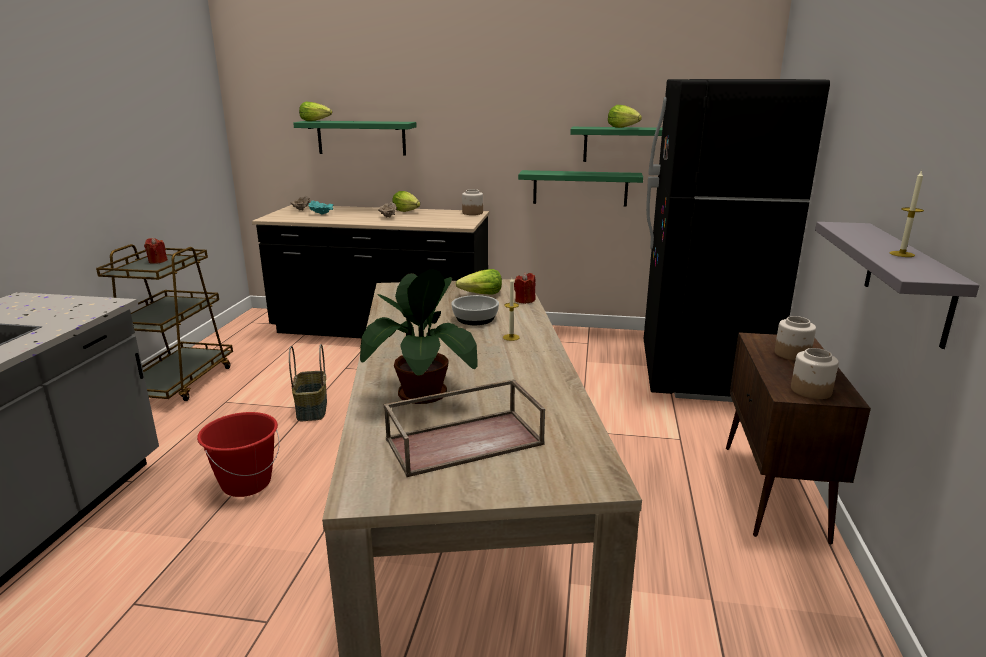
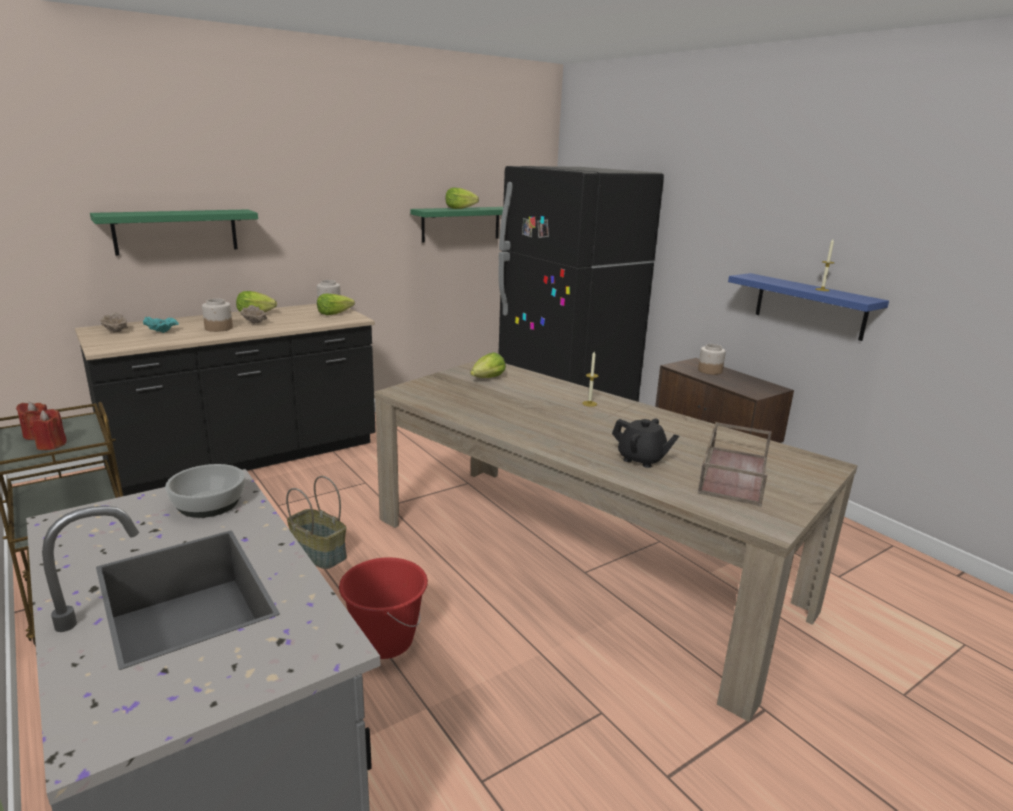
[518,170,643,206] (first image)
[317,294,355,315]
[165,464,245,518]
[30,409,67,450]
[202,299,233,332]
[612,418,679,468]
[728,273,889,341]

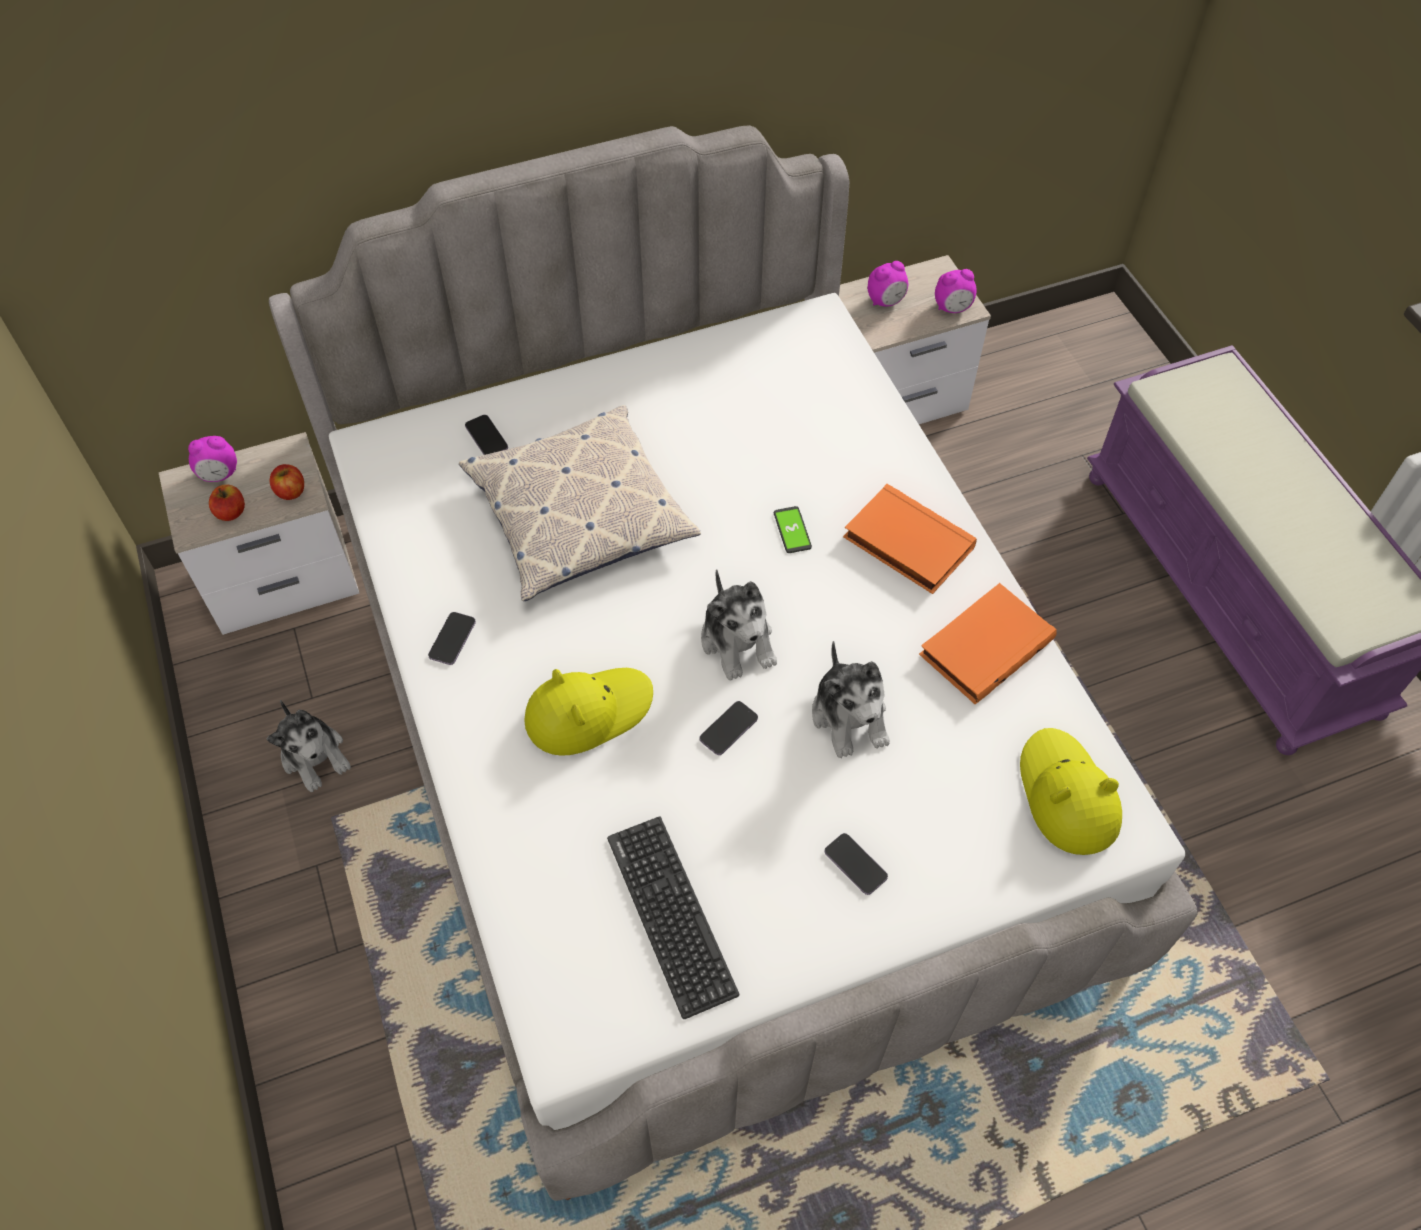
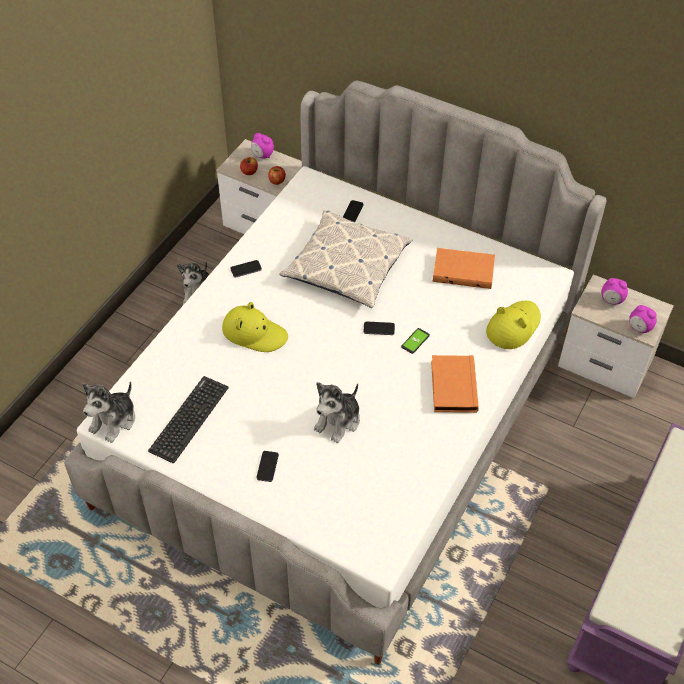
[364,322,395,335]
[83,381,135,443]
[433,248,495,289]
[486,301,541,349]

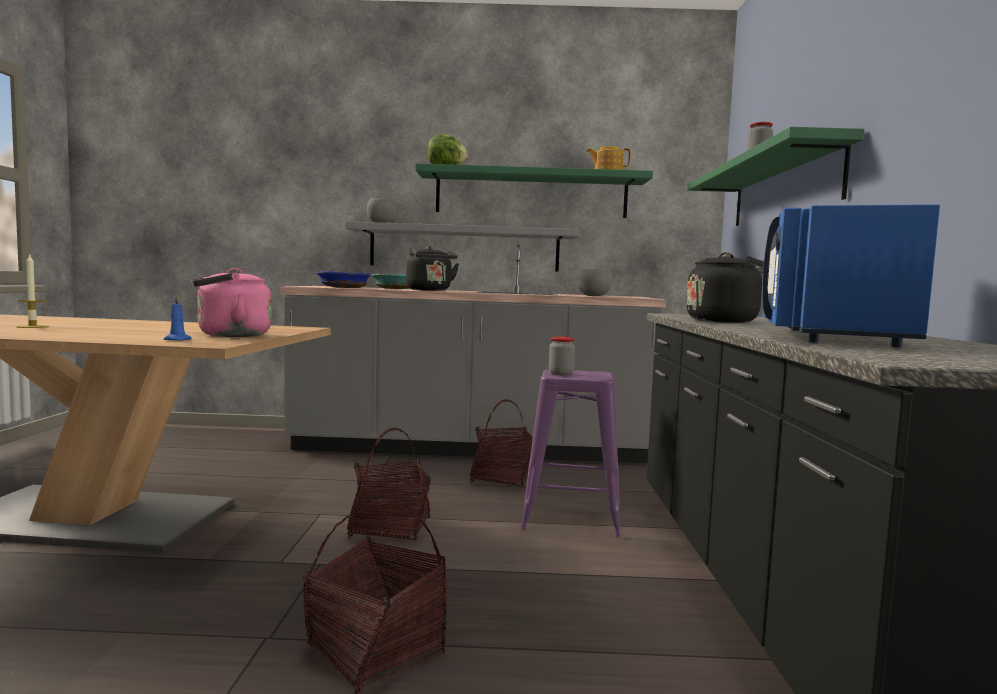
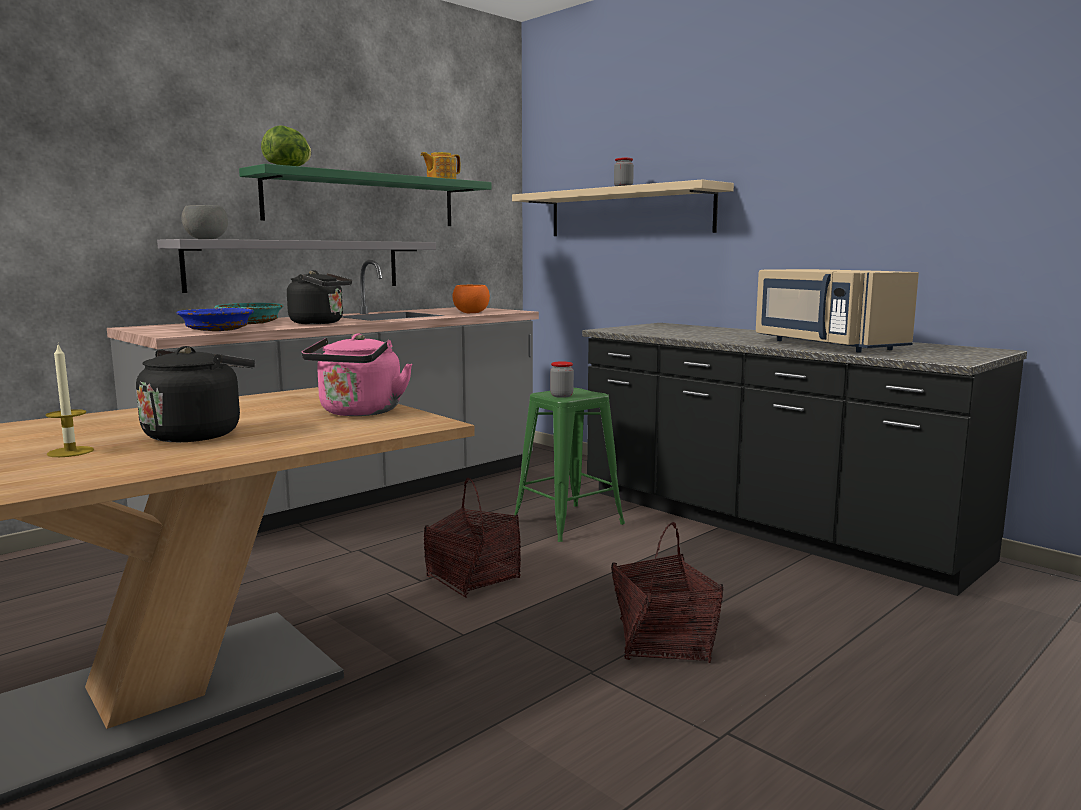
[163,294,192,341] (first image)
[470,399,533,487] (first image)
[136,346,255,442]
[514,388,625,542]
[453,285,490,313]
[512,179,734,236]
[756,269,919,352]

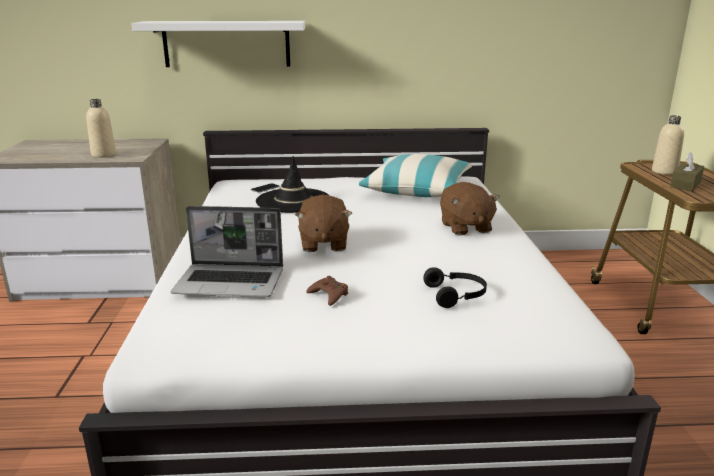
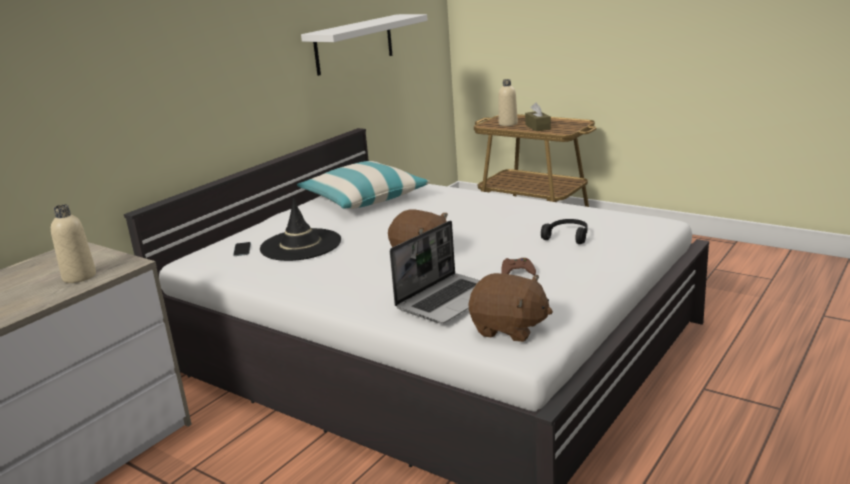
[301,14,428,76]
[468,273,553,342]

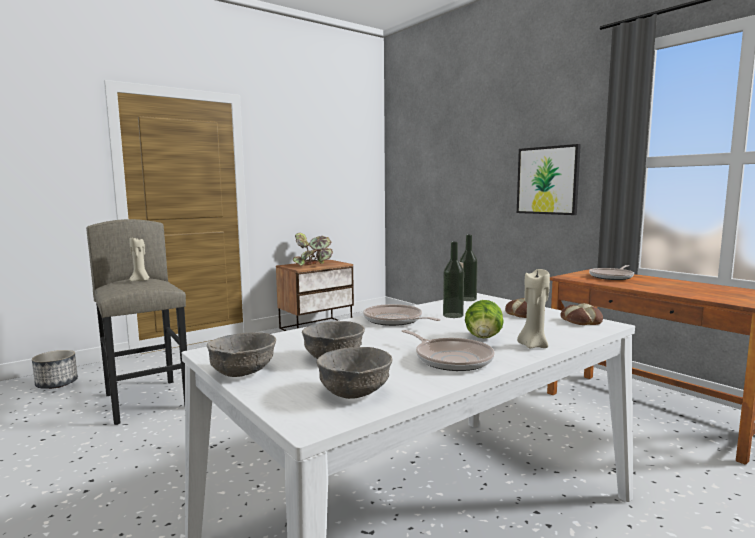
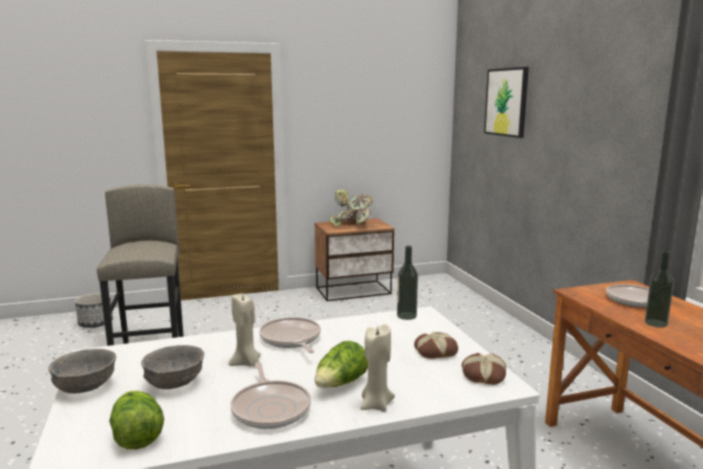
[229,293,261,367]
[645,251,674,328]
[484,67,529,138]
[109,390,164,449]

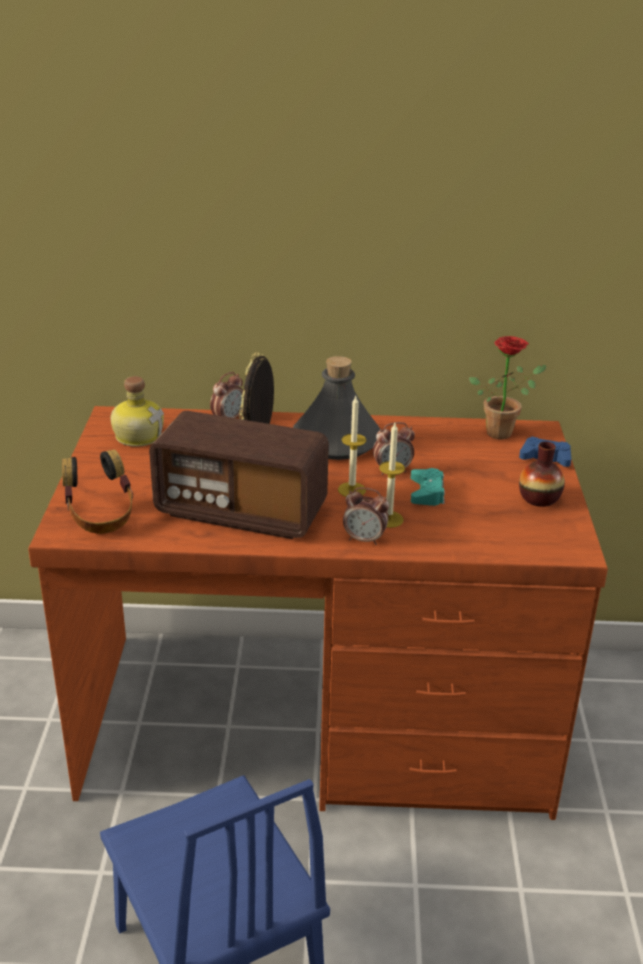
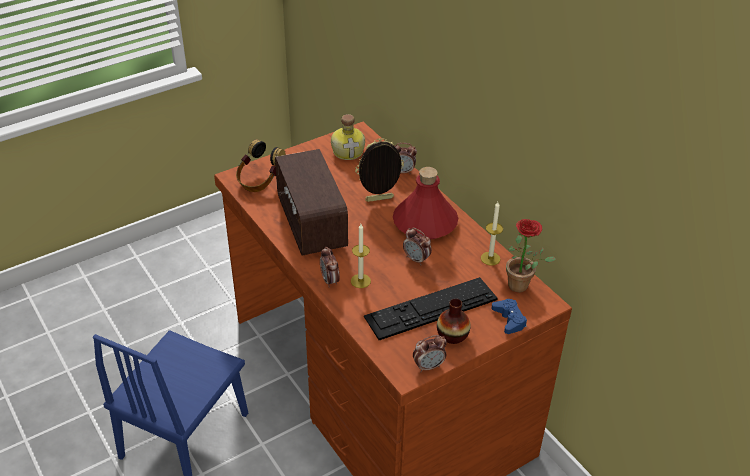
[411,468,445,506] (first image)
[364,277,498,340]
[413,335,447,372]
[481,202,503,266]
[393,167,458,239]

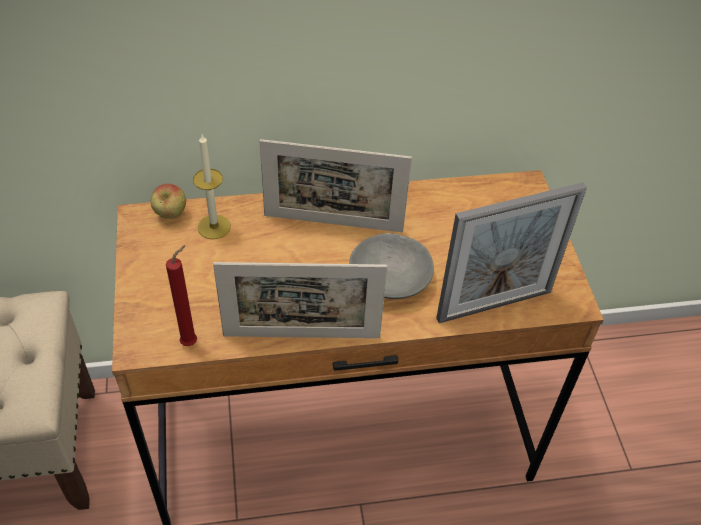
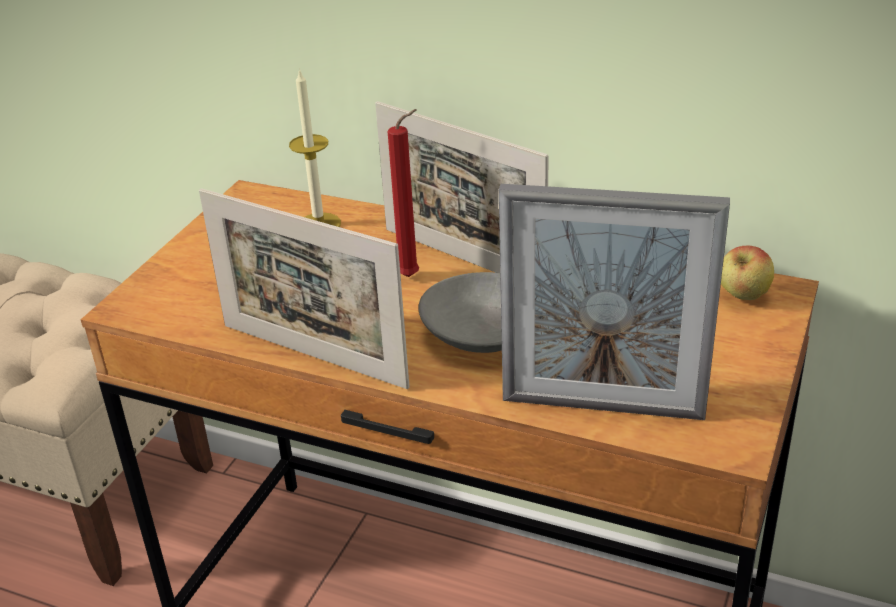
[721,246,774,300]
[388,109,419,277]

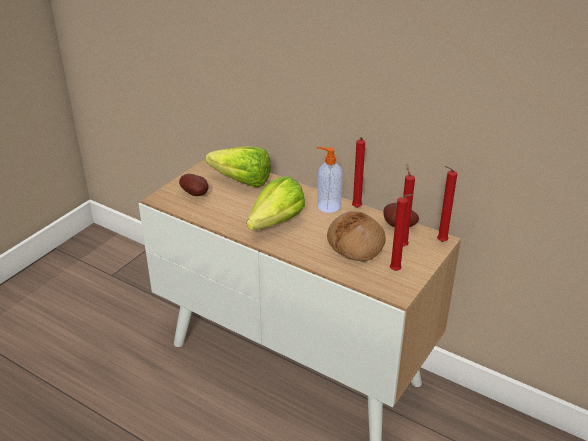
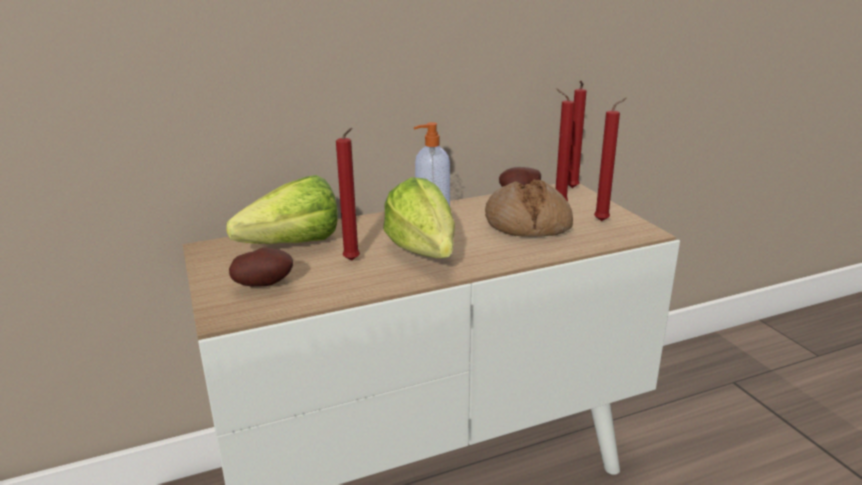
[336,128,360,261]

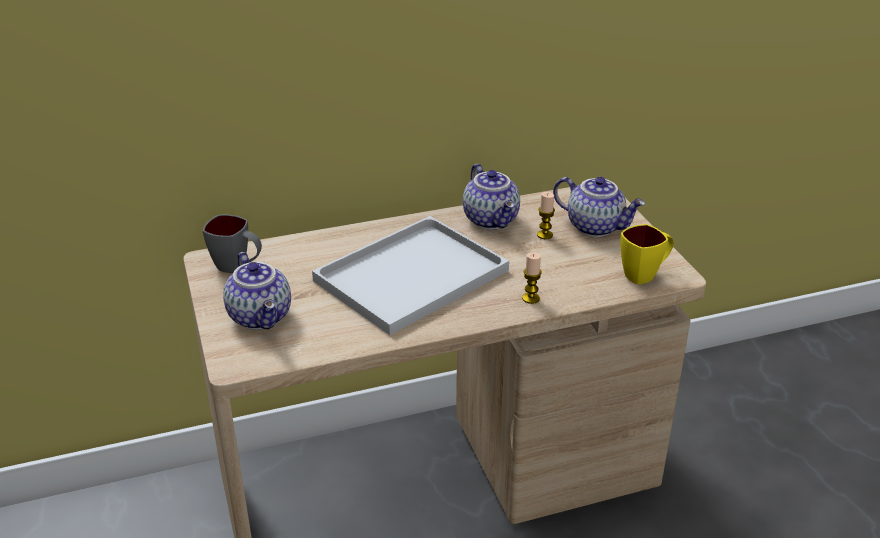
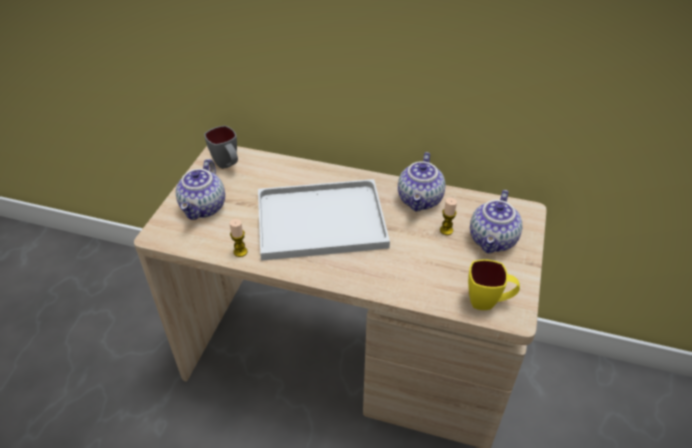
[229,219,247,257]
[470,190,522,253]

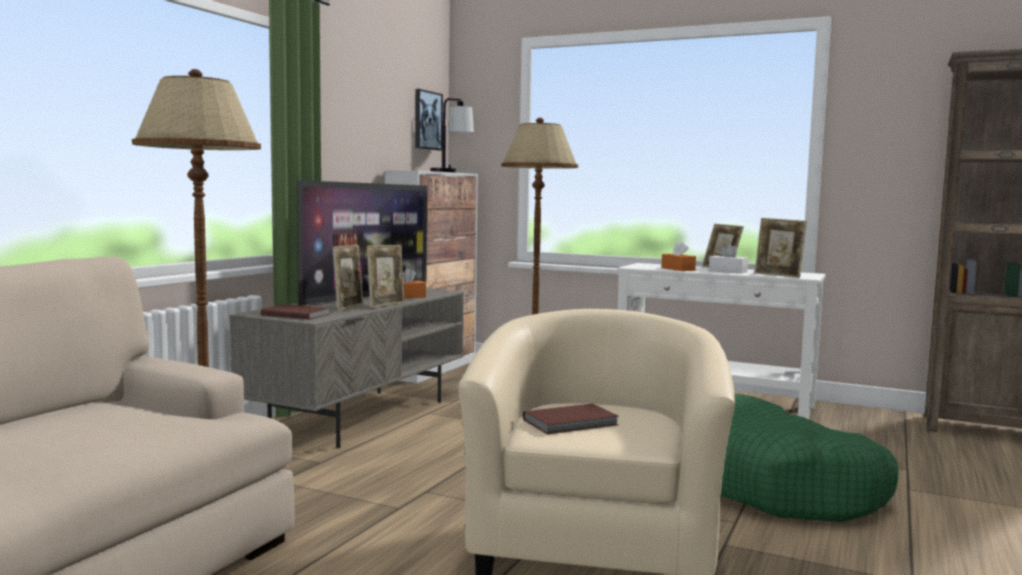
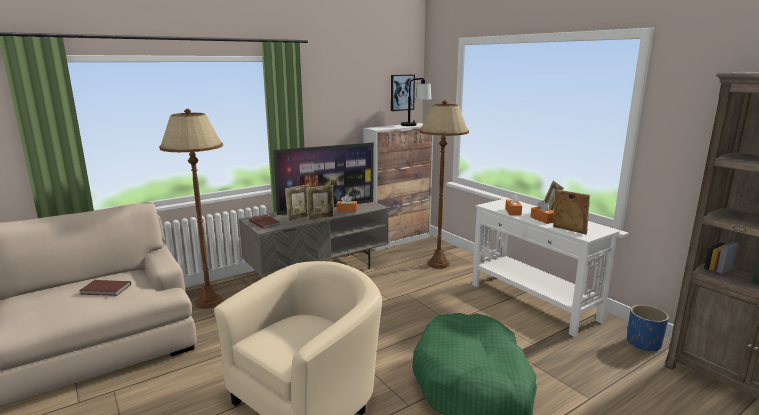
[627,305,669,352]
[79,280,131,296]
[530,200,554,224]
[553,189,590,235]

